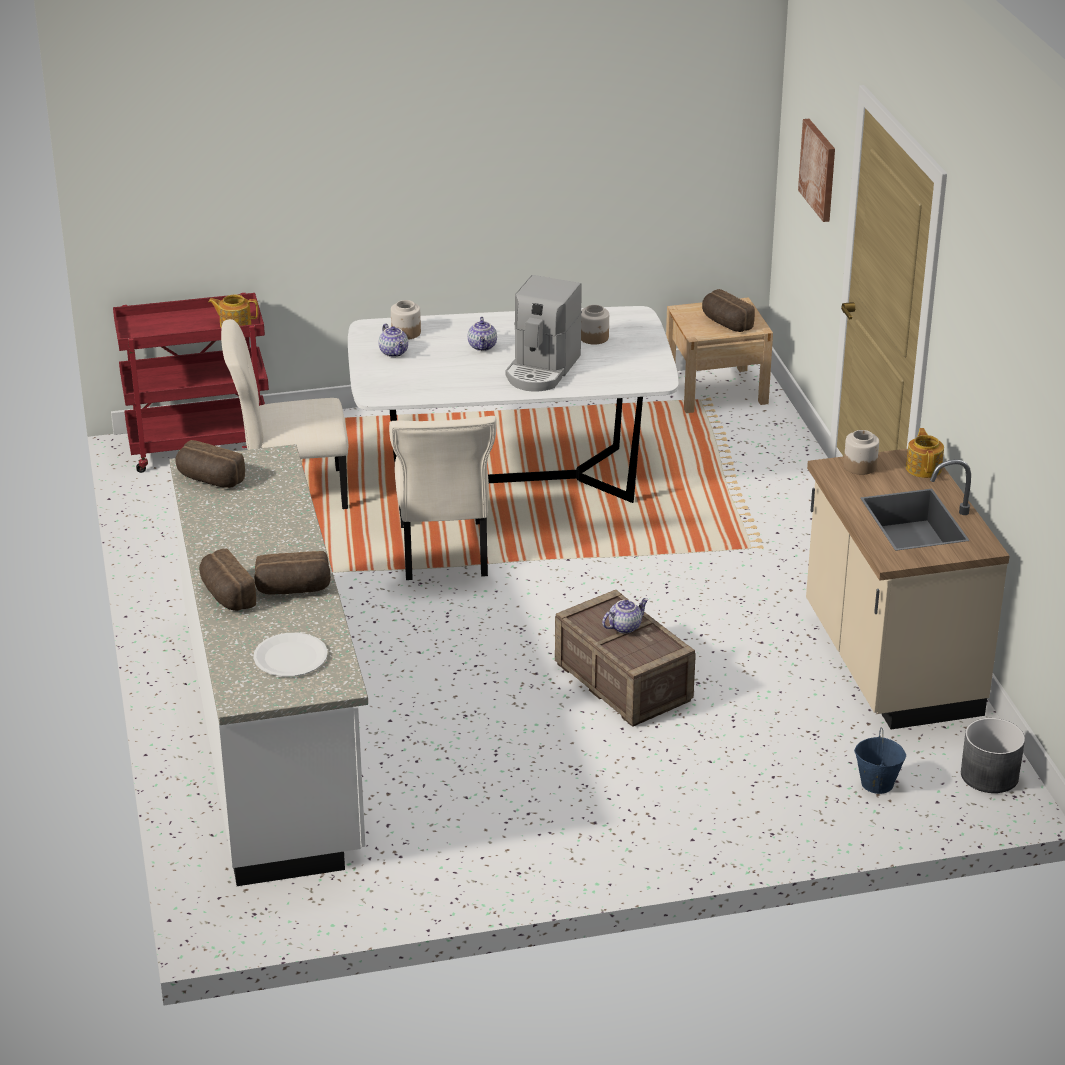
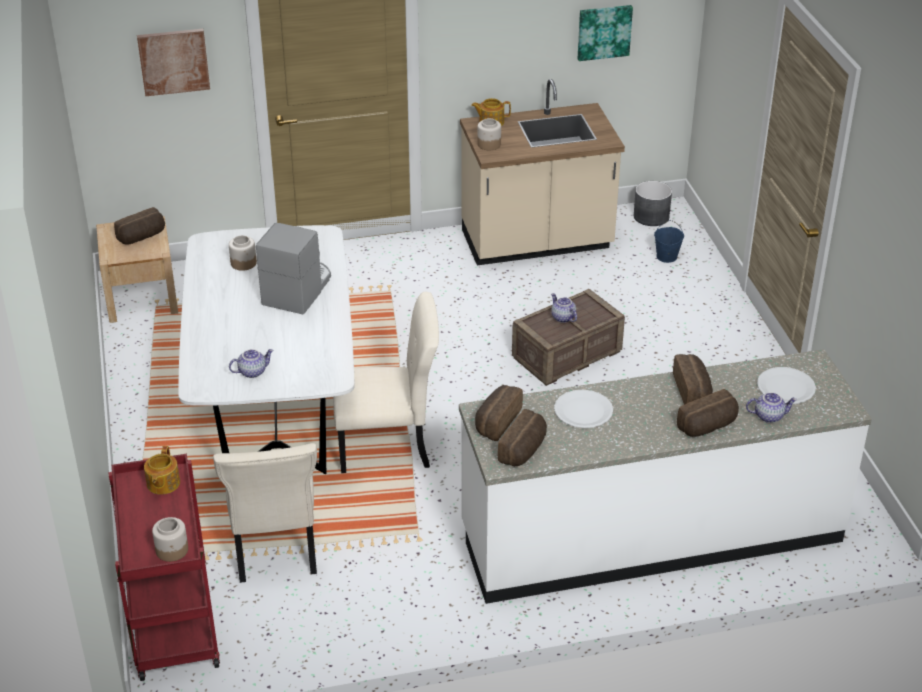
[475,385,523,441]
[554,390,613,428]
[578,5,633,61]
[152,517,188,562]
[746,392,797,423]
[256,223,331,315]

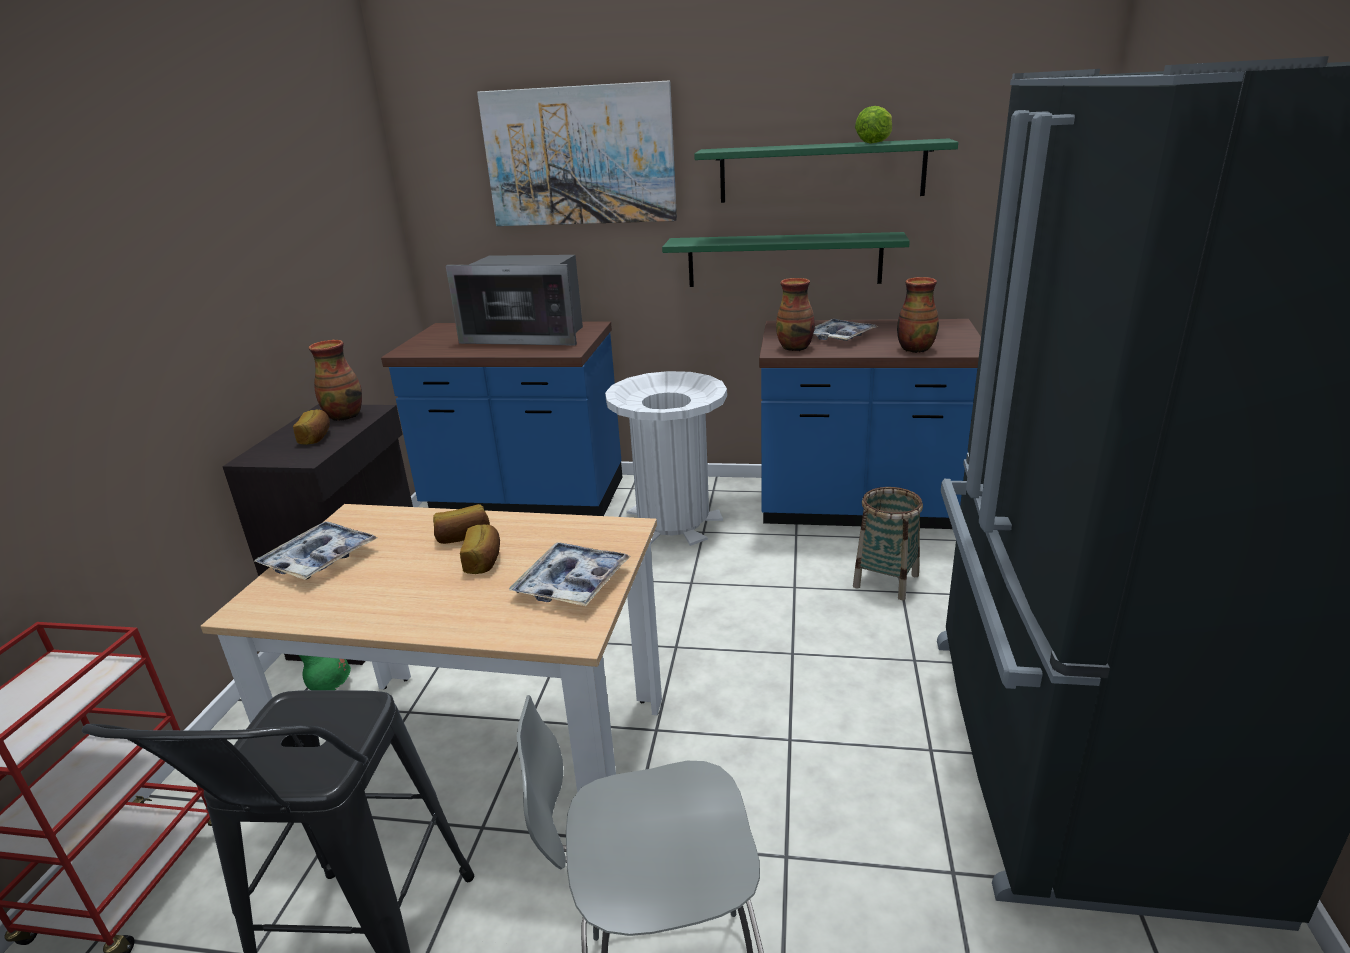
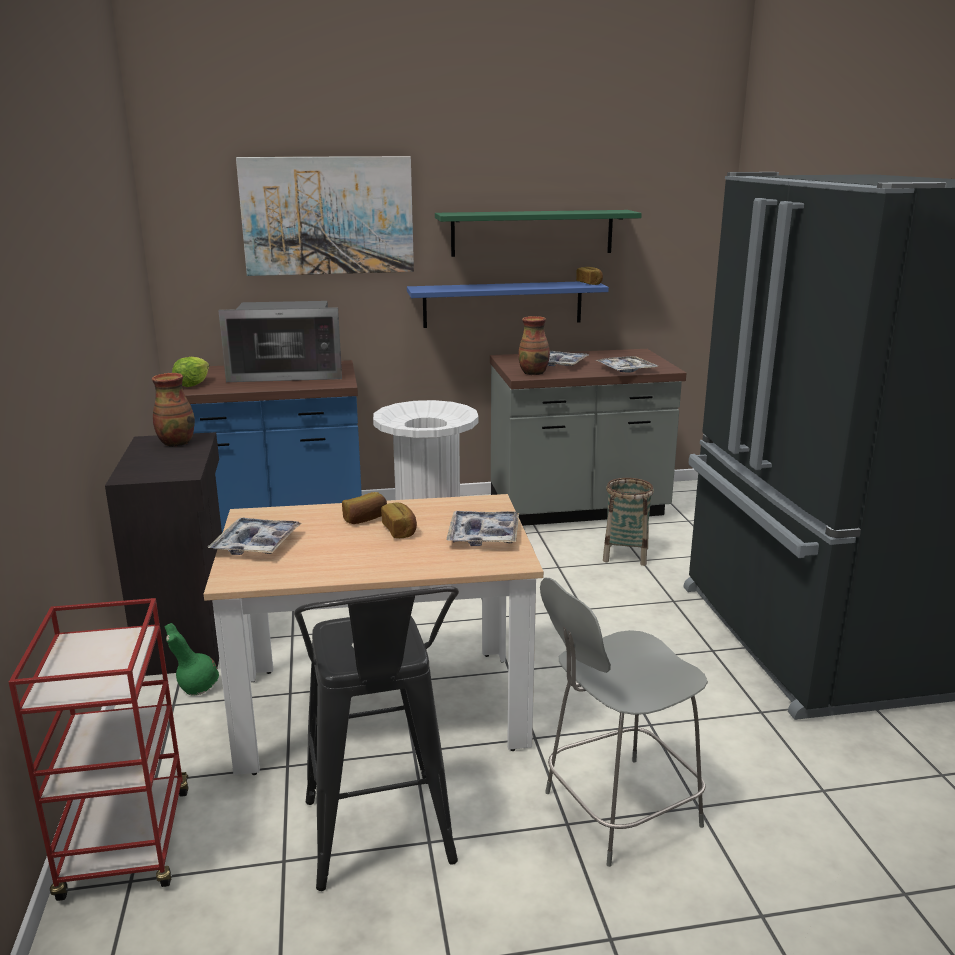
[576,267,603,285]
[172,357,209,387]
[595,356,658,373]
[407,282,609,328]
[490,349,686,526]

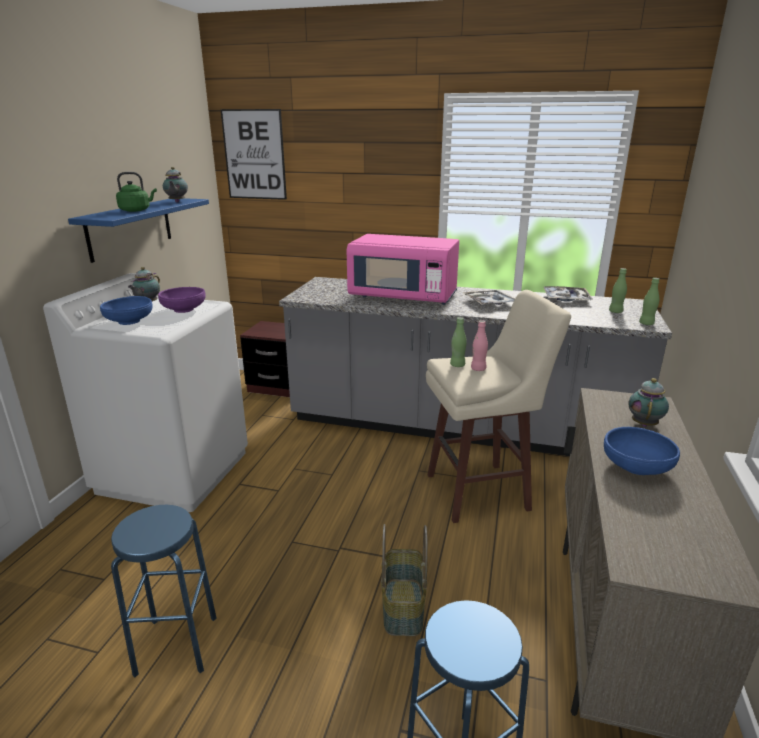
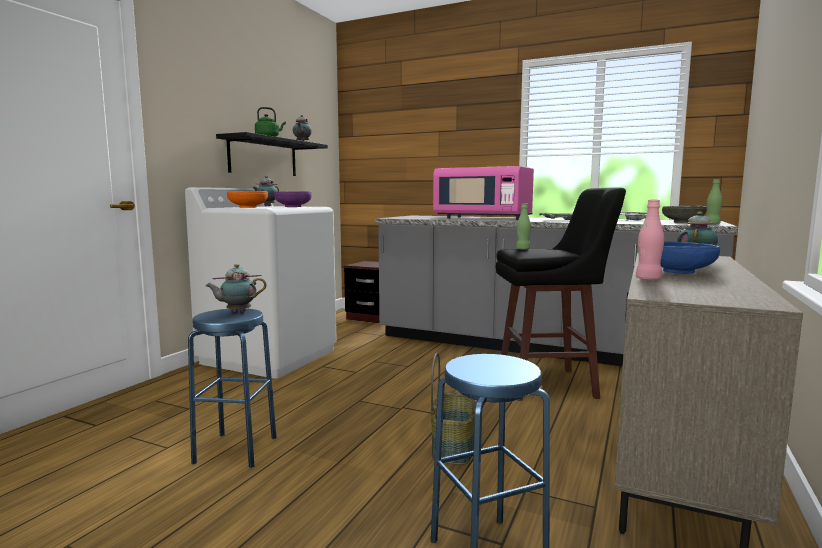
[221,109,287,200] (first image)
[205,264,266,313]
[636,200,664,280]
[662,205,707,223]
[216,132,328,176]
[227,191,268,208]
[496,187,626,401]

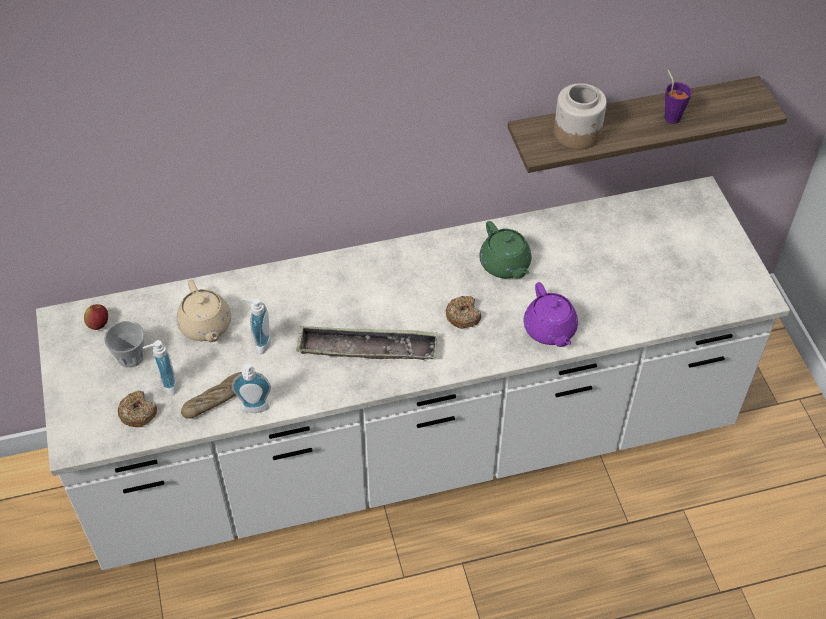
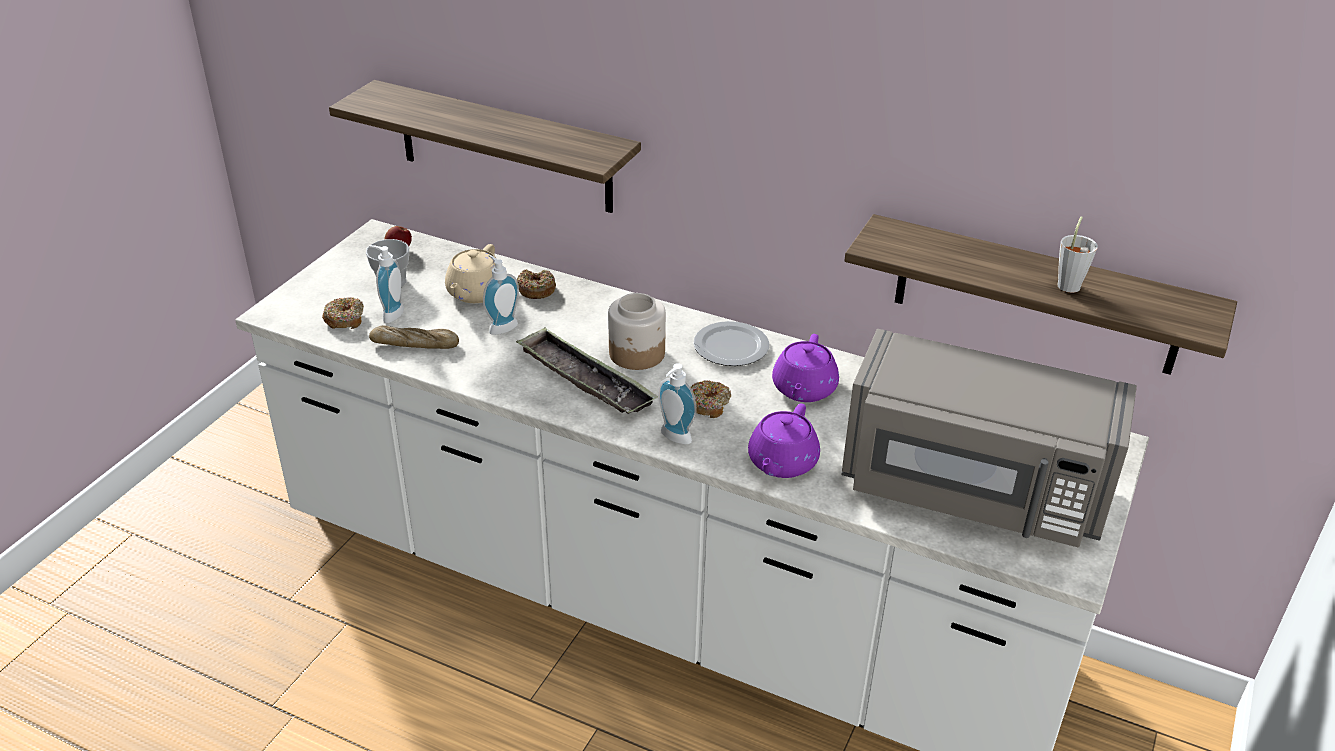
[329,80,641,213]
[517,269,556,299]
[694,321,769,366]
[841,329,1137,547]
[658,363,697,444]
[608,293,666,370]
[772,334,839,402]
[1057,216,1098,293]

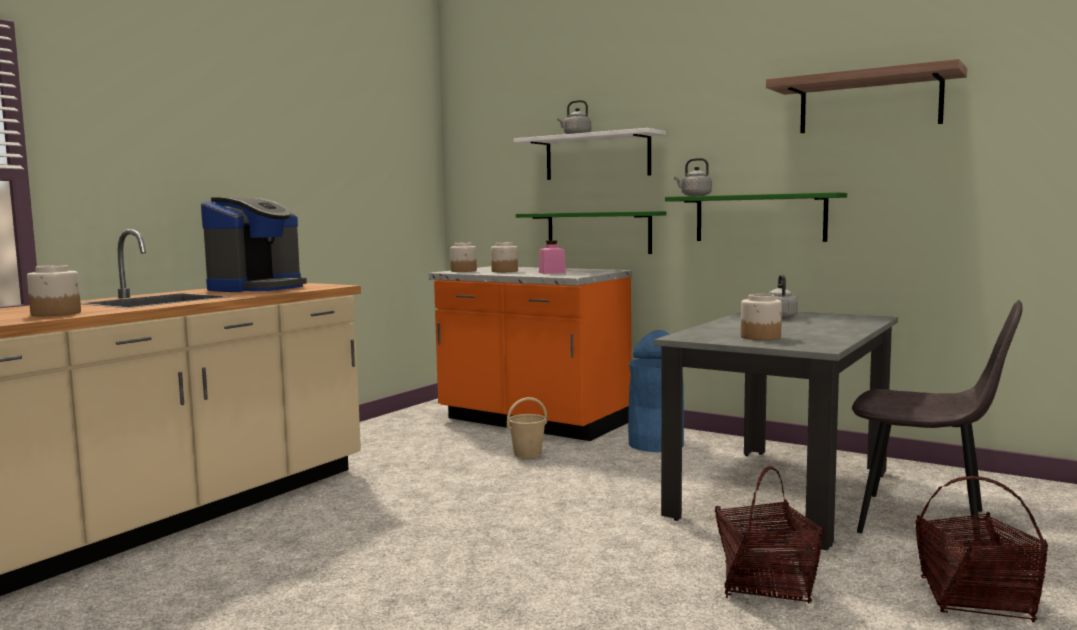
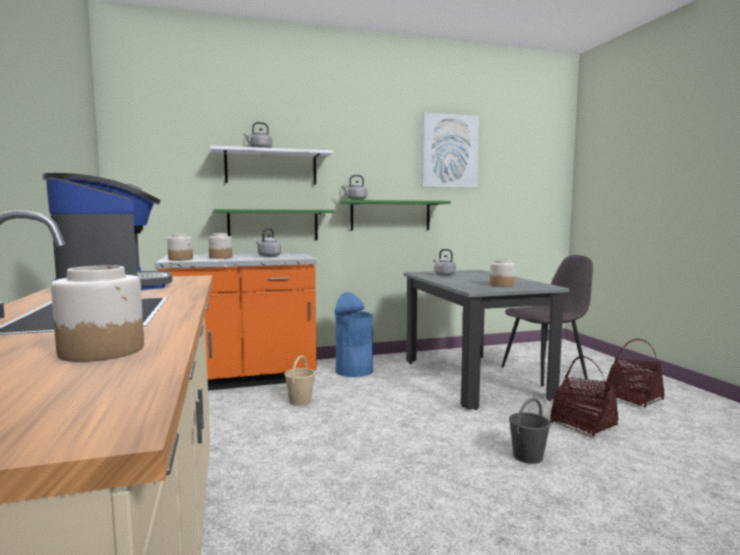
[509,398,551,464]
[256,228,281,257]
[421,112,479,188]

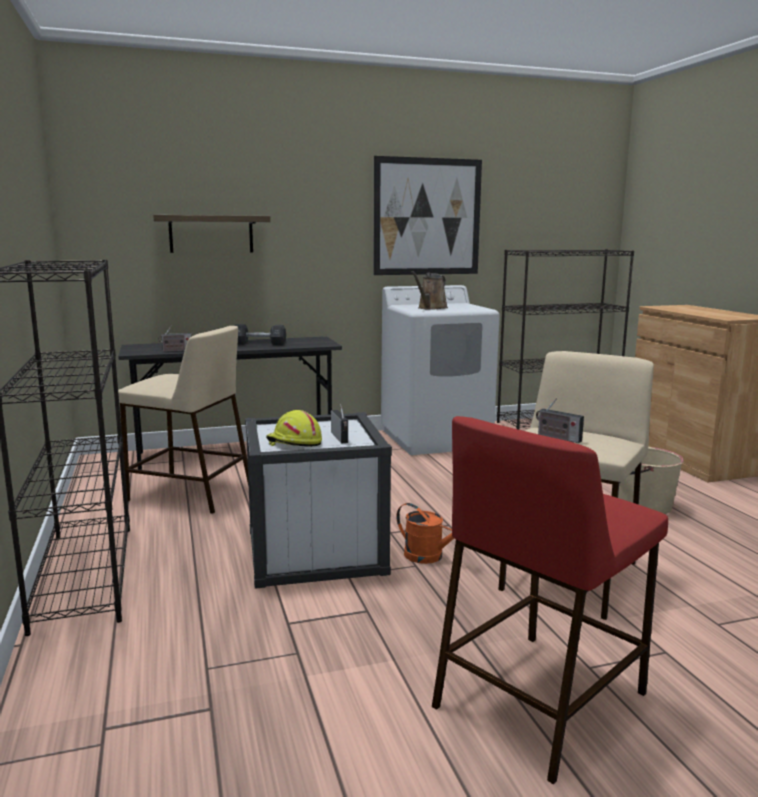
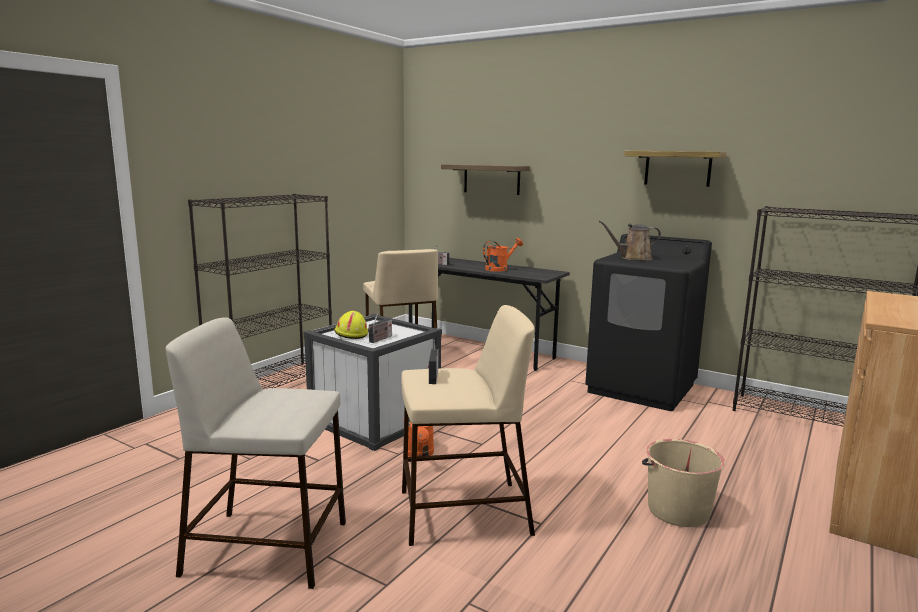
[483,238,523,272]
[624,151,727,187]
[585,234,712,411]
[165,317,346,589]

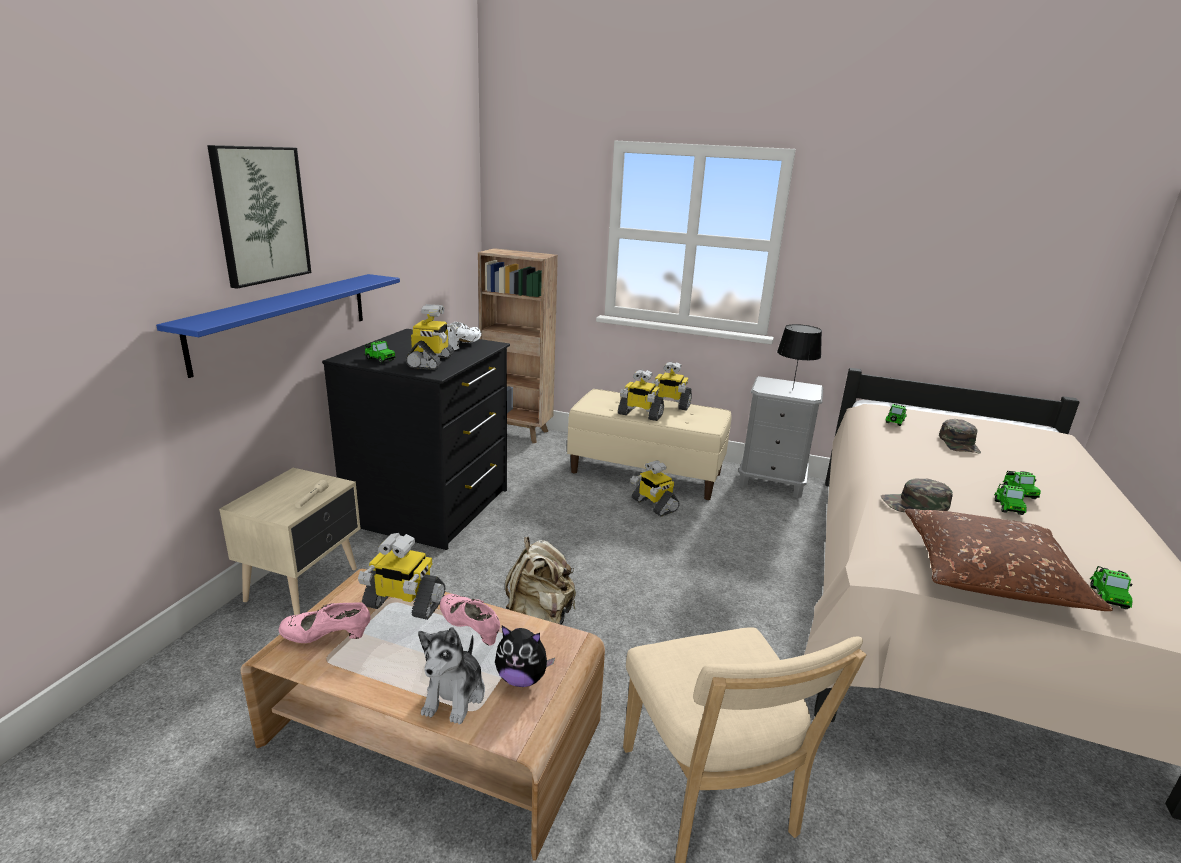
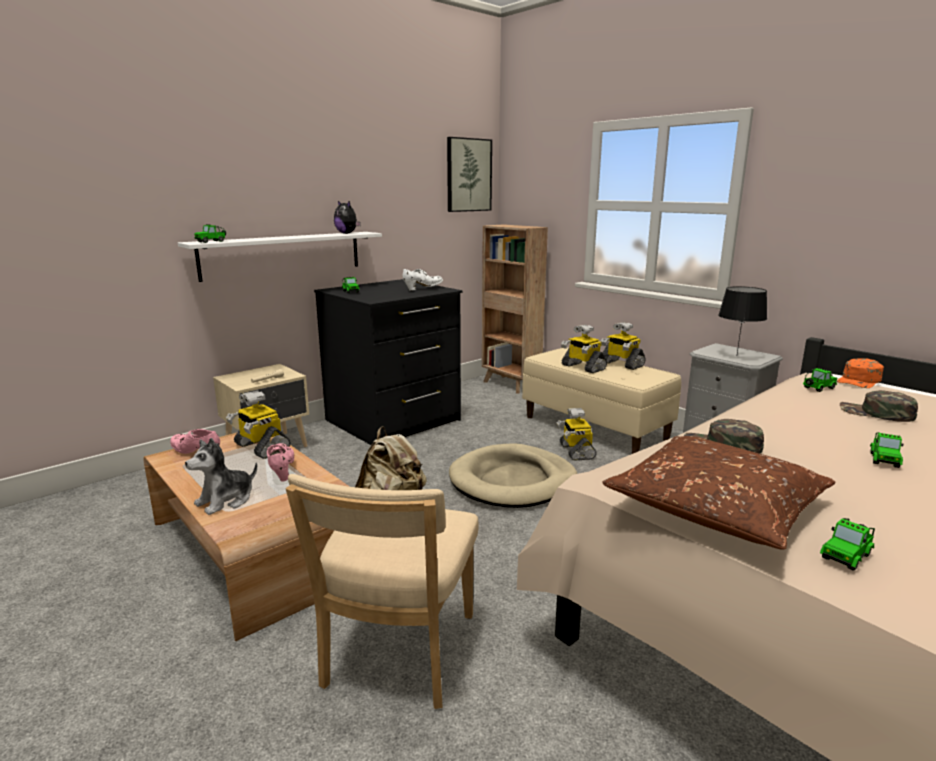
[405,304,458,370] (first image)
[449,444,577,508]
[837,358,884,388]
[447,137,492,212]
[334,201,361,234]
[194,224,226,243]
[178,232,382,282]
[840,390,918,422]

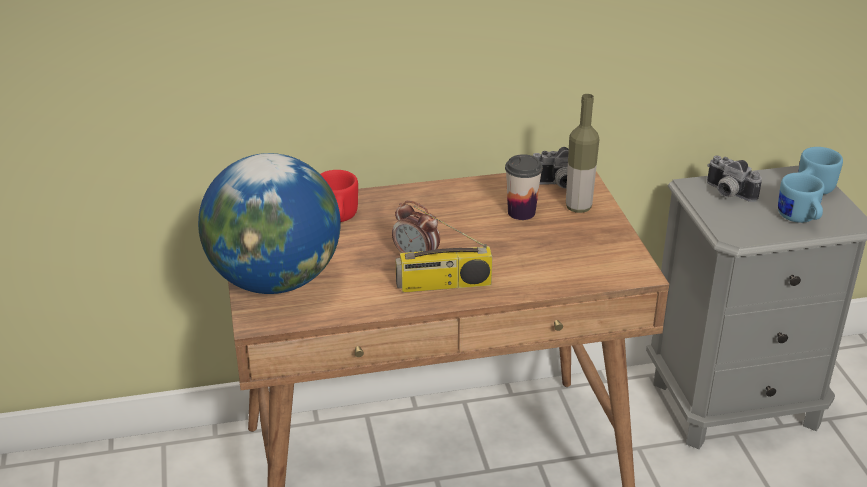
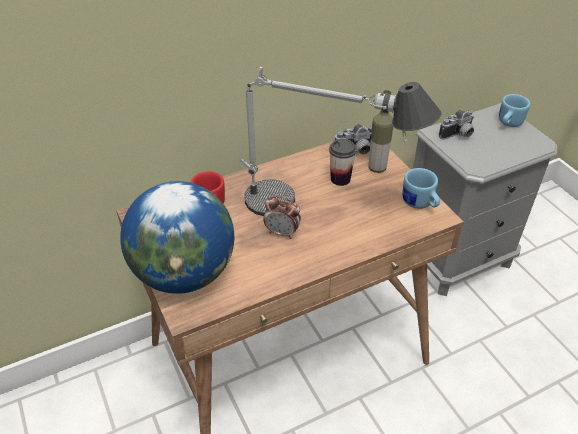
[396,206,493,293] (first image)
[240,67,442,216]
[402,168,440,209]
[439,110,474,139]

